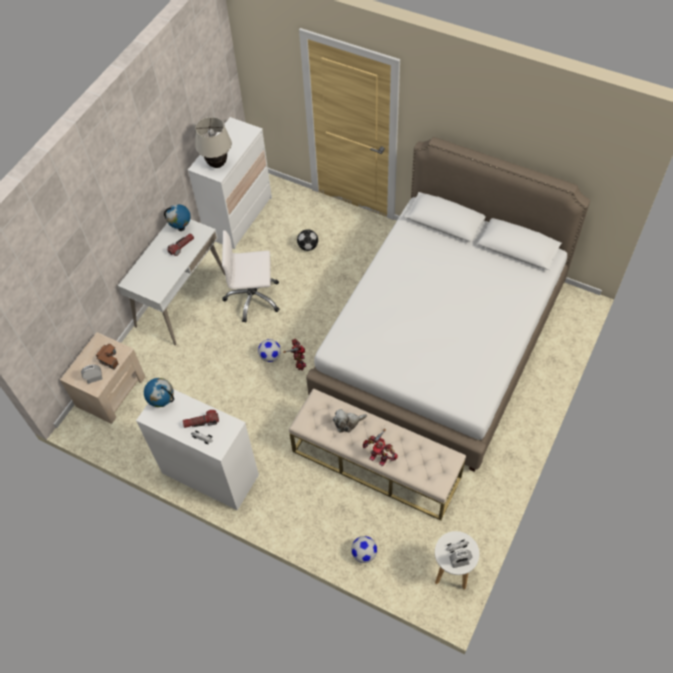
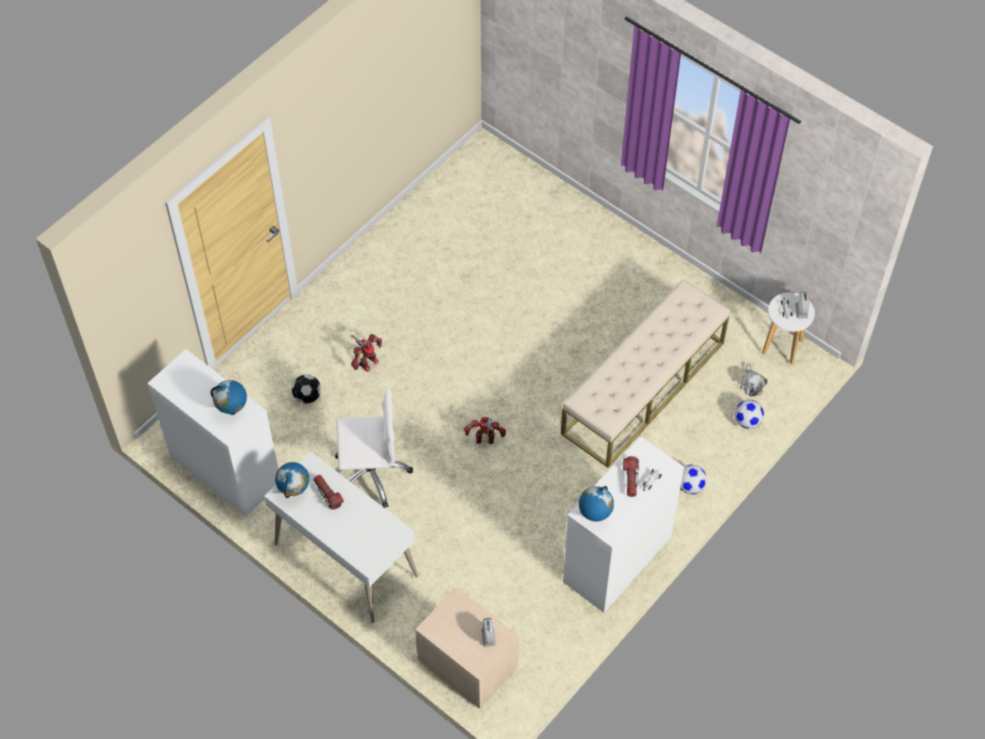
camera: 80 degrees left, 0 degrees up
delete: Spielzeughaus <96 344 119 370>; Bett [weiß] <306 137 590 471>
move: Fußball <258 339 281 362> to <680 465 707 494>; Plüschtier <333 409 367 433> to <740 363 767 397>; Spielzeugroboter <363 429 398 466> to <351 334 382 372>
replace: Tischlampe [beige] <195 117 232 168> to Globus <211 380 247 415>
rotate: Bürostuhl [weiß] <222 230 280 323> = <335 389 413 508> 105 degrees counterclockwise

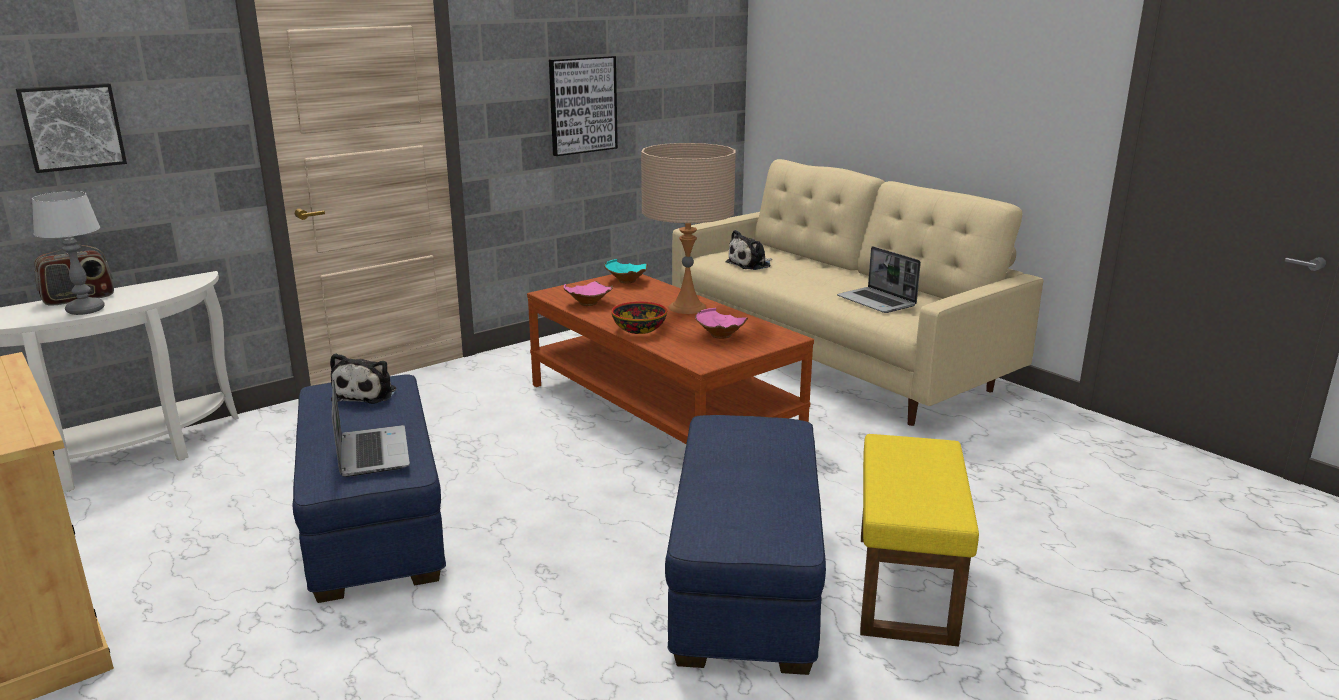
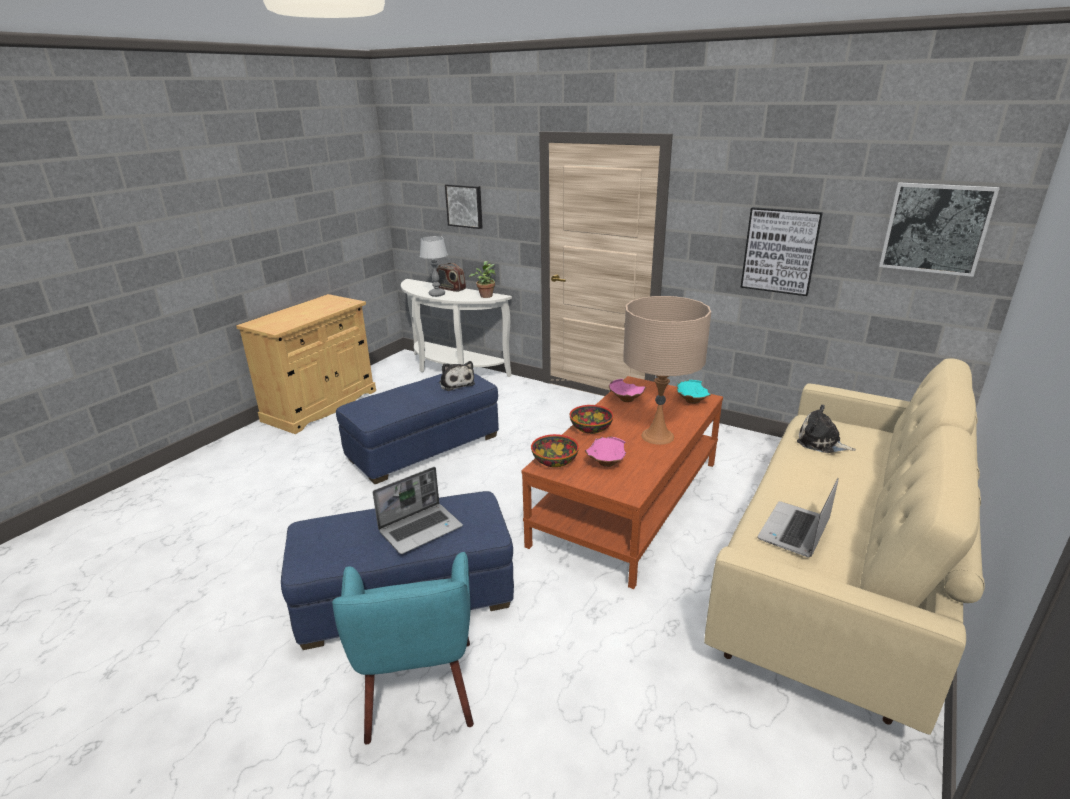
camera: 70 degrees right, 5 degrees up
insert: Topfpflanze <469 261 496 298>; Schüssel <531 434 579 467>; Bild <879 182 1000 277>
move: Laptop <332 379 410 477> to <373 467 463 554>
replace: Polsterhocker [gelb] <860 434 979 647> to Sessel [türkis] <332 552 474 745>
rotate: Plüschtier <330 353 396 404> = <439 361 475 391> 105 degrees counterclockwise

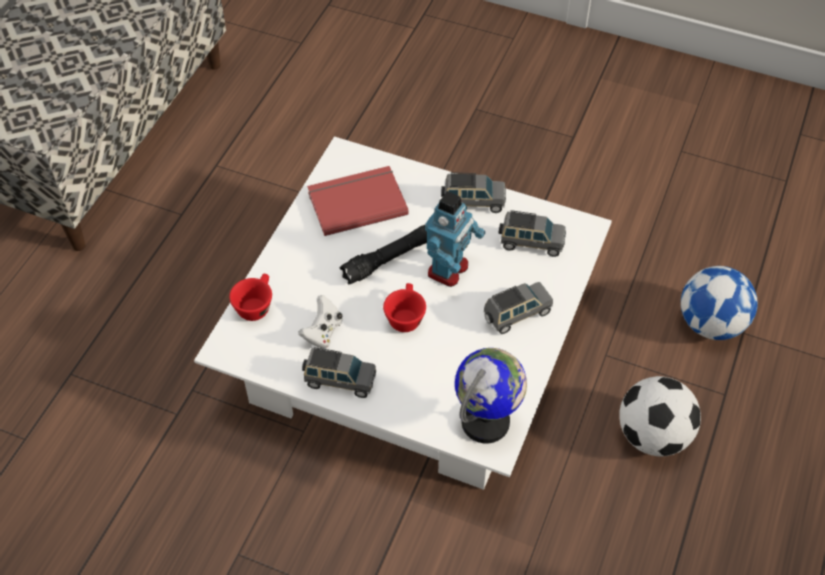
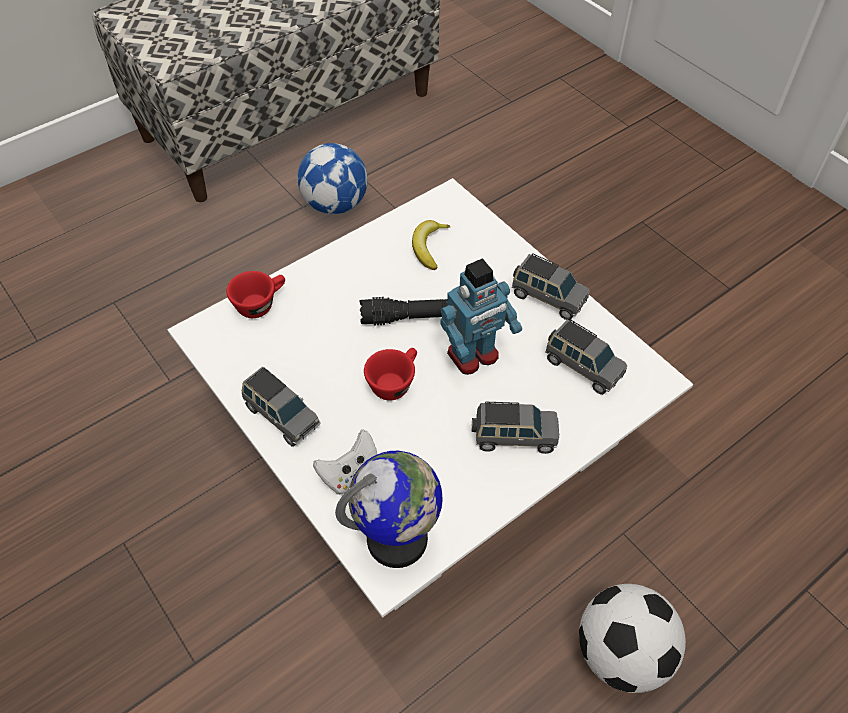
camera: 30 degrees right, 0 degrees up
move: Gamepad [weiß] <298 295 342 349> to <313 429 377 495>; Fußball <681 266 758 340> to <297 143 368 214>
replace: Buch [rot] <307 166 409 236> to Banane <412 220 450 270>

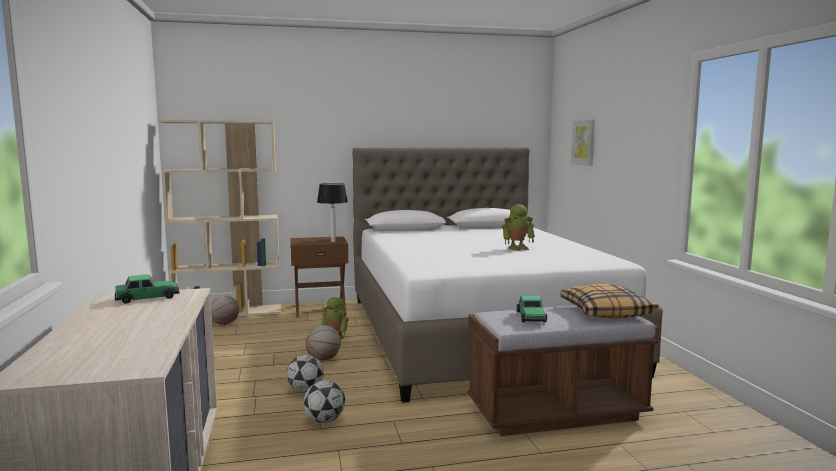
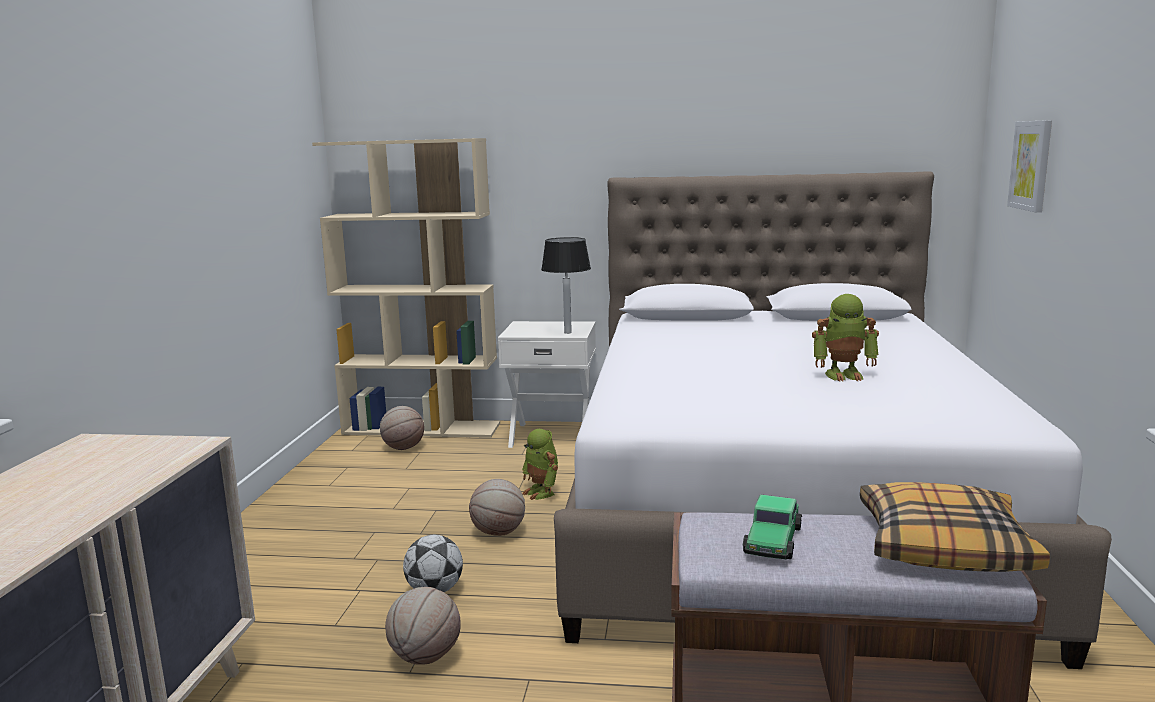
camera: 20 degrees right, 5 degrees up
delete: Spielzeugauto <115 274 179 304>
replace: Fußball <304 380 345 423> to Basketball <385 587 461 665>
recolor: Nachttisch [braun] <290 236 349 318> to Nachttisch [weiß] <498 321 596 448>

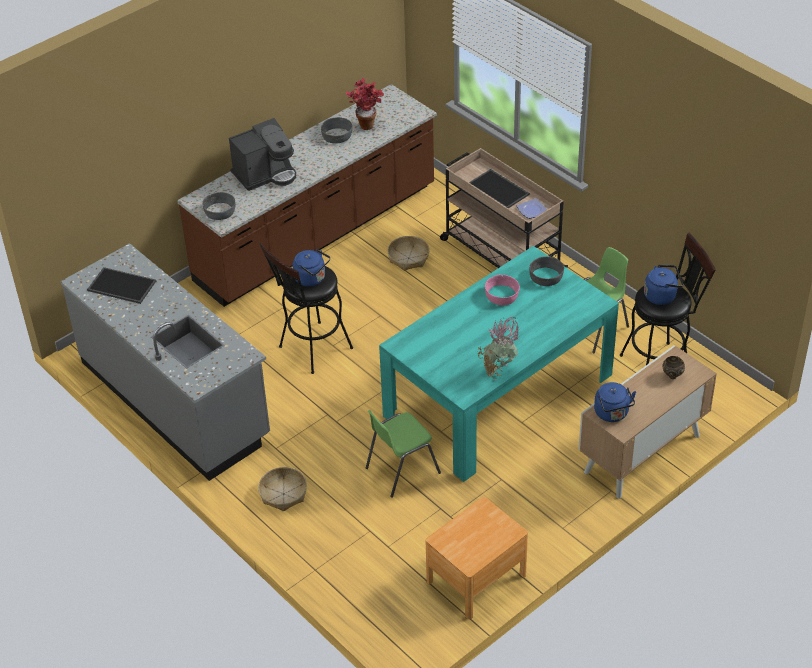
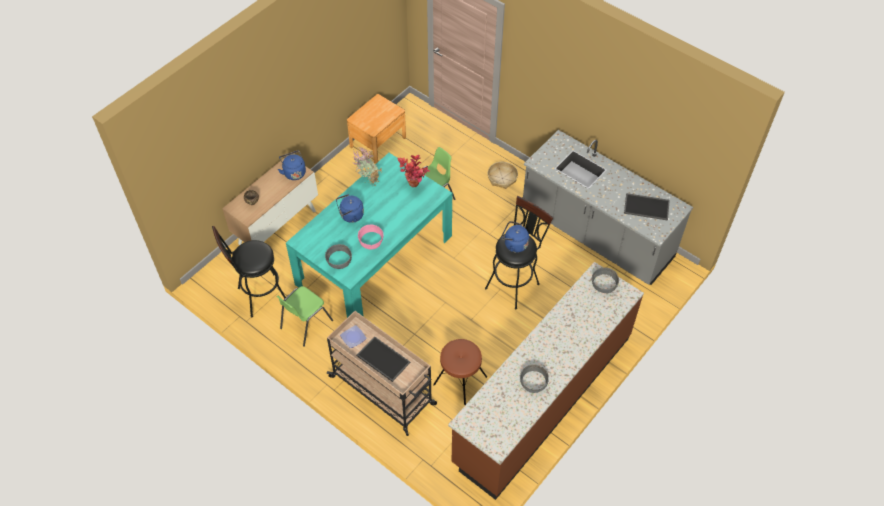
camera: 170 degrees right, 10 degrees up
delete: Kaffeemaschine <229 118 296 191>
move: Topfpflanze <346 78 384 130> to <397 155 430 187>; Wasserkessel [blau] <644 265 683 305> to <336 194 364 223>
replace: Korb <387 236 430 271> to Hocker [braun] <433 339 487 405>

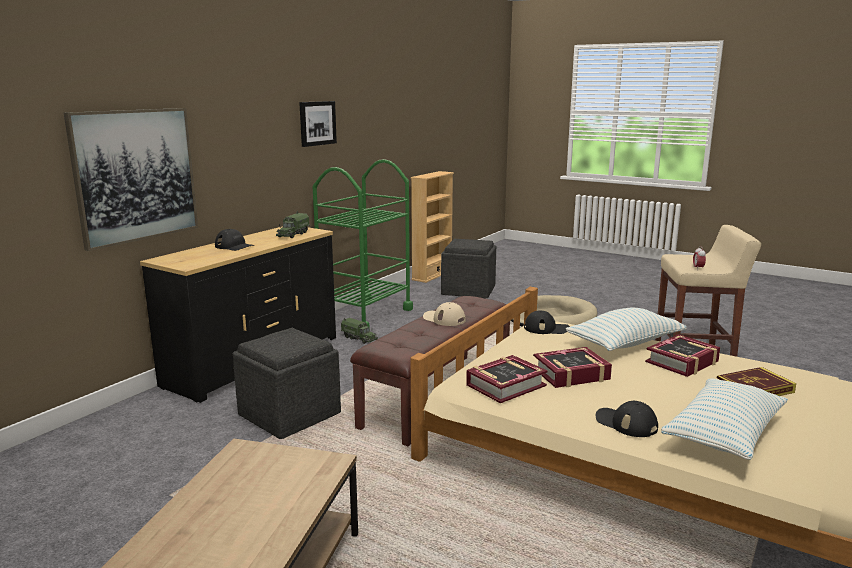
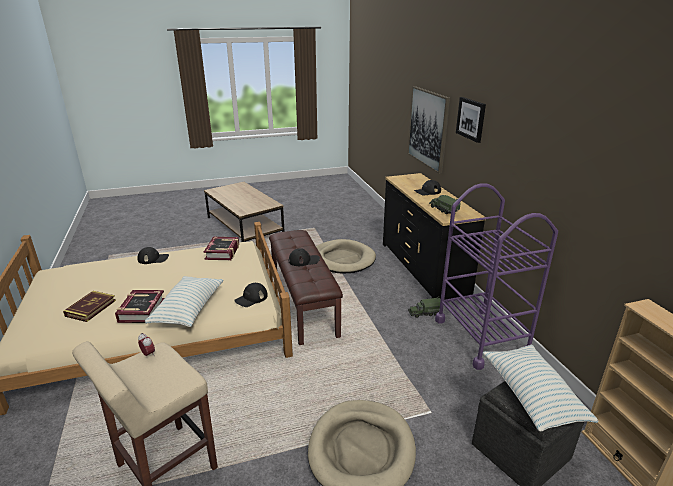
camera: 130 degrees right, 10 degrees up
delete: Buch <533 347 612 388>
move: Bild <299 101 337 147> to <456 97 486 143>; Kissen <661 379 788 460> to <482 345 598 431>
replace: Polsterhocker [grau] <233 328 341 439> to Hundebett [beige] <316 239 376 274>
recolor: Rollwagen [grün] <313 159 413 330> to Rollwagen [lila] <435 183 558 370>; Kappe [beige] <423 302 465 326> to Kappe [schwarz] <289 248 320 266>

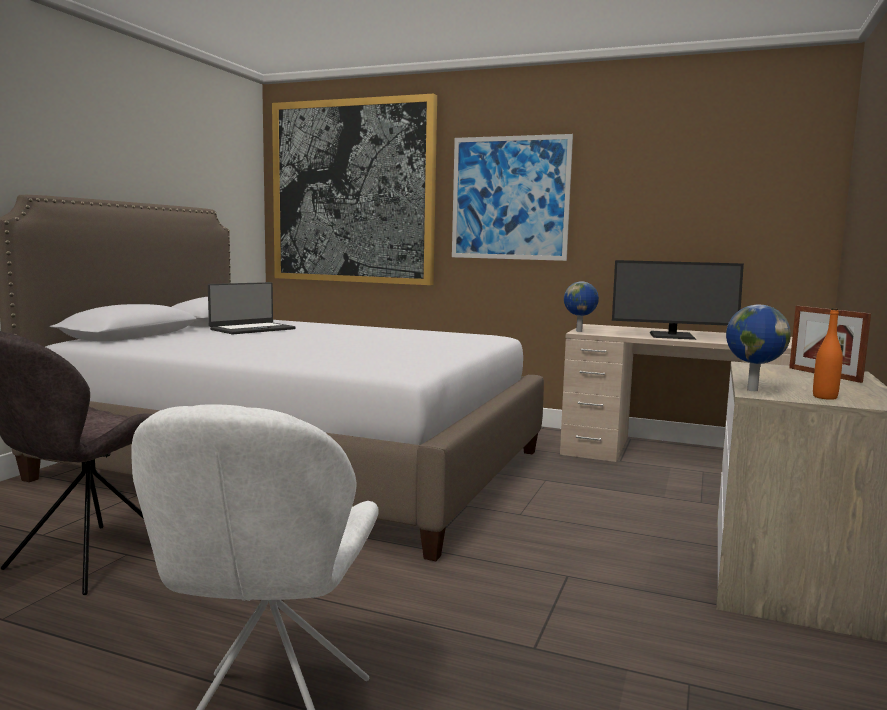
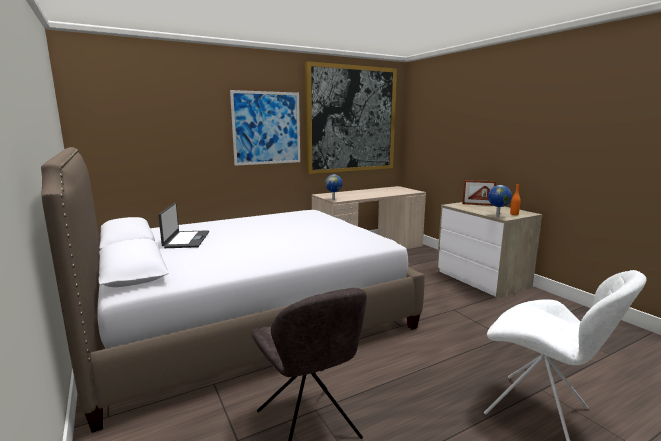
camera: 50 degrees left, 5 degrees up
delete: Monitor <612 260 744 340>
move: Bild <272 94 437 285> to <305 61 397 174>

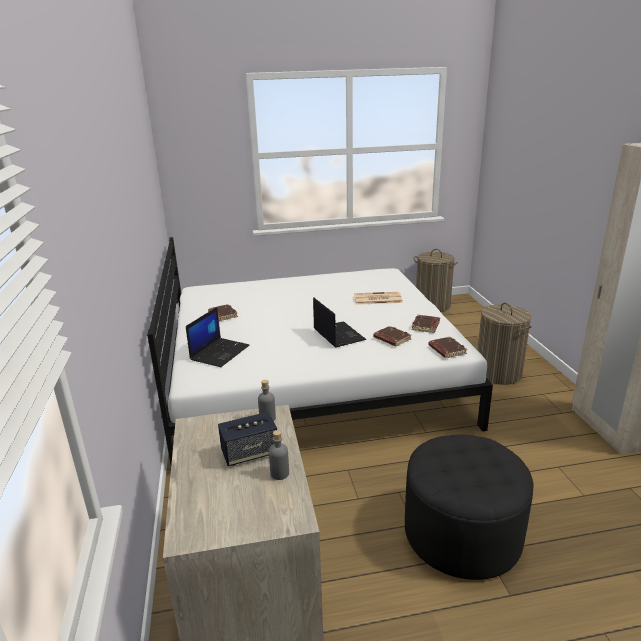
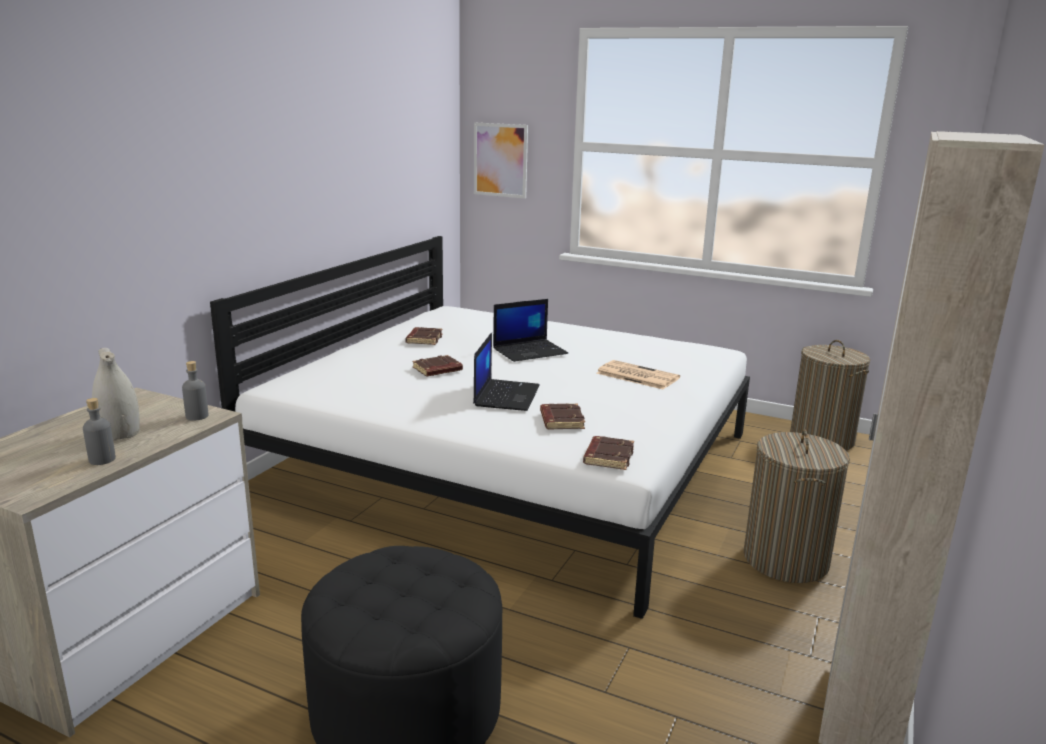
camera: 35 degrees right, 5 degrees down
insert: Bild <474 123 528 199>
move: Laptop <186 307 249 367> to <493 299 568 362>; Buch [braun] <411 315 440 333> to <412 355 463 376>
replace: Lautsprecher <218 412 277 466> to Vase [weiß] <92 348 140 441>

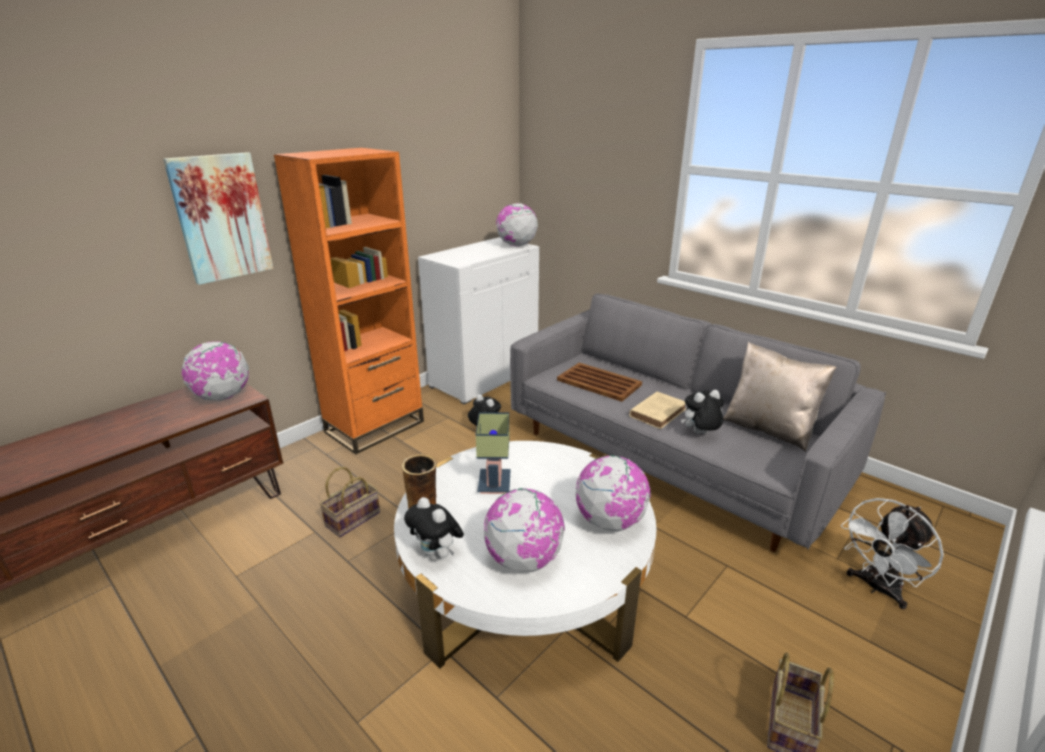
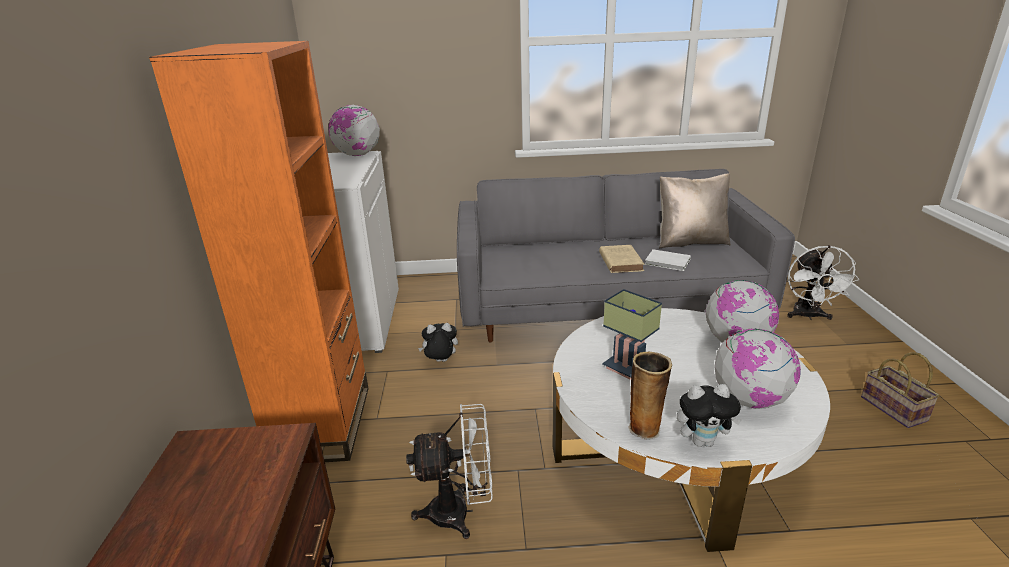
camera: 45 degrees left, 0 degrees up
delete: Bild <163 152 274 285>; Globus <182 341 249 401>; Tablett [braun] <557 363 642 402>
replace: Korb <319 467 380 537> to Ventilator [weiß] <406 404 493 539>; Plüschtier <681 390 724 434> to Buch [weiß] <645 249 691 271>

